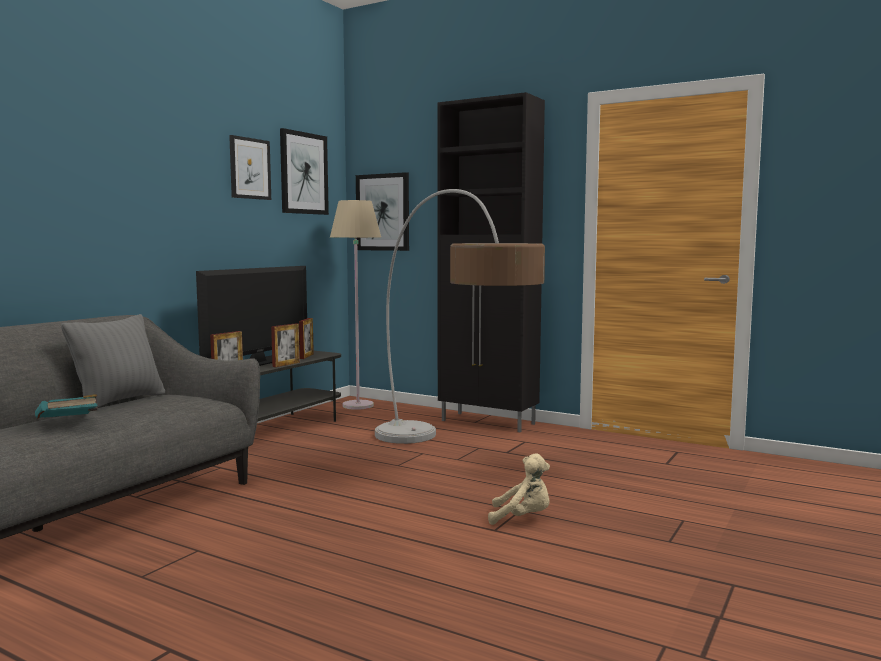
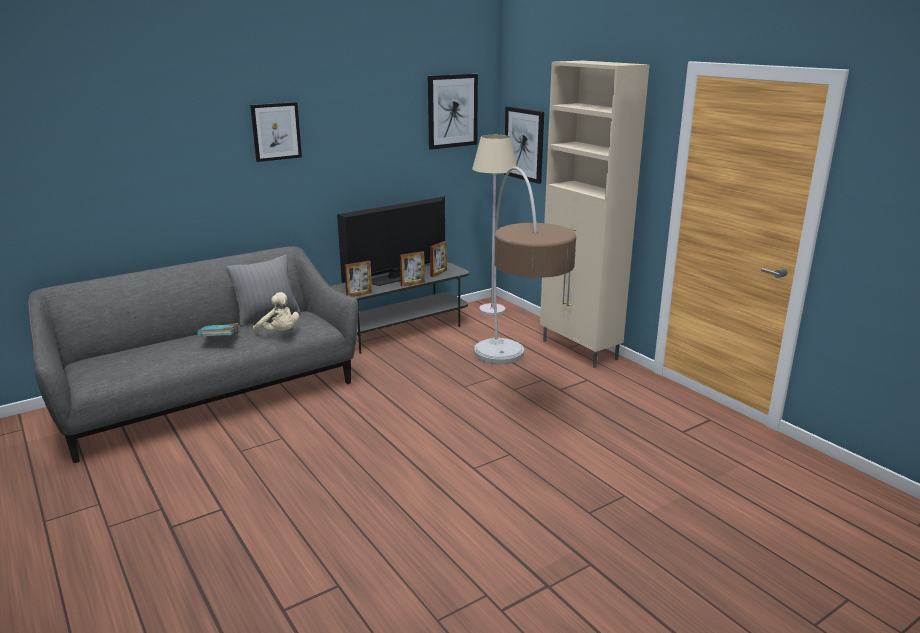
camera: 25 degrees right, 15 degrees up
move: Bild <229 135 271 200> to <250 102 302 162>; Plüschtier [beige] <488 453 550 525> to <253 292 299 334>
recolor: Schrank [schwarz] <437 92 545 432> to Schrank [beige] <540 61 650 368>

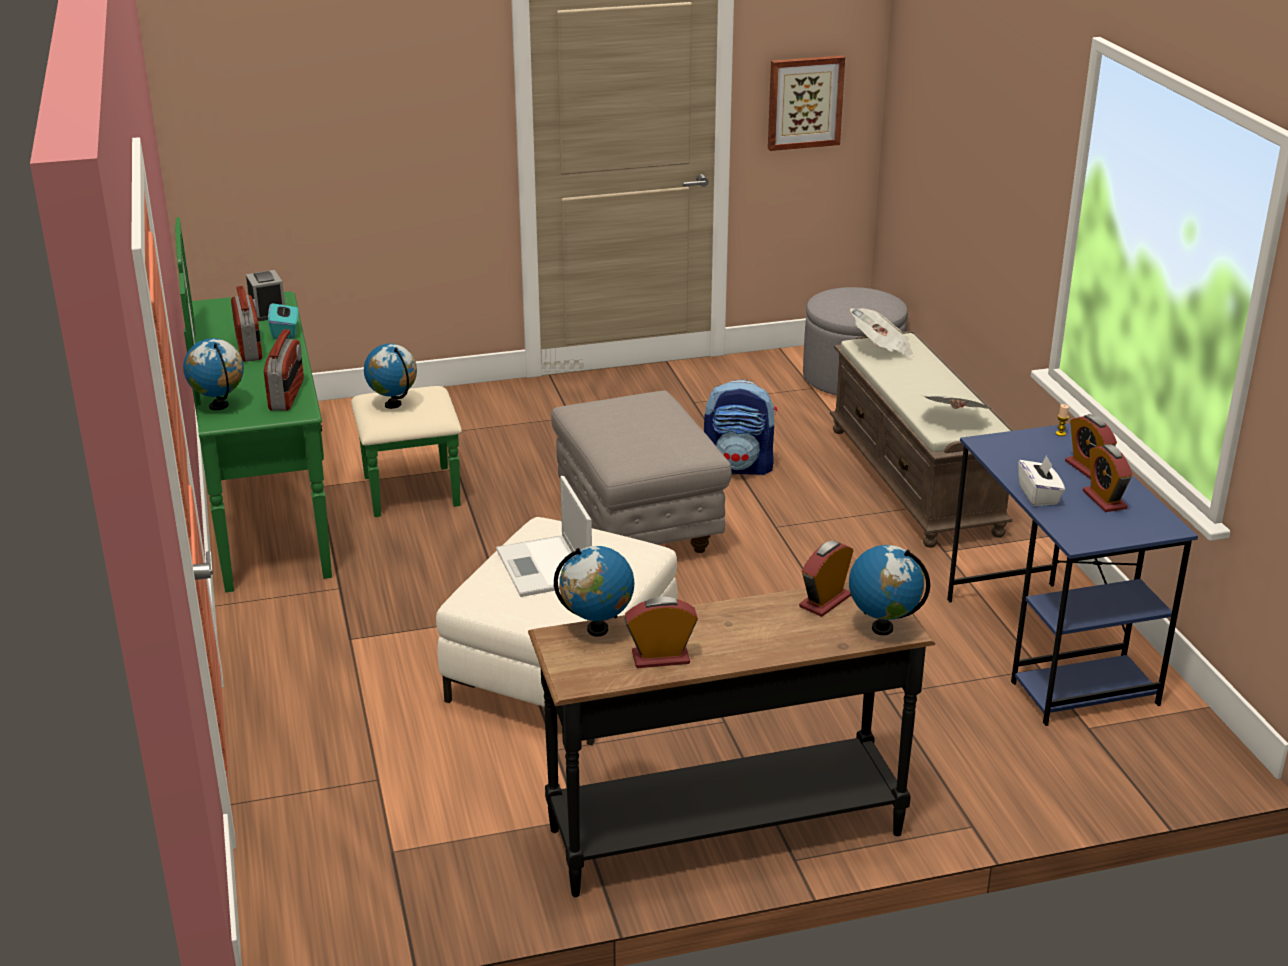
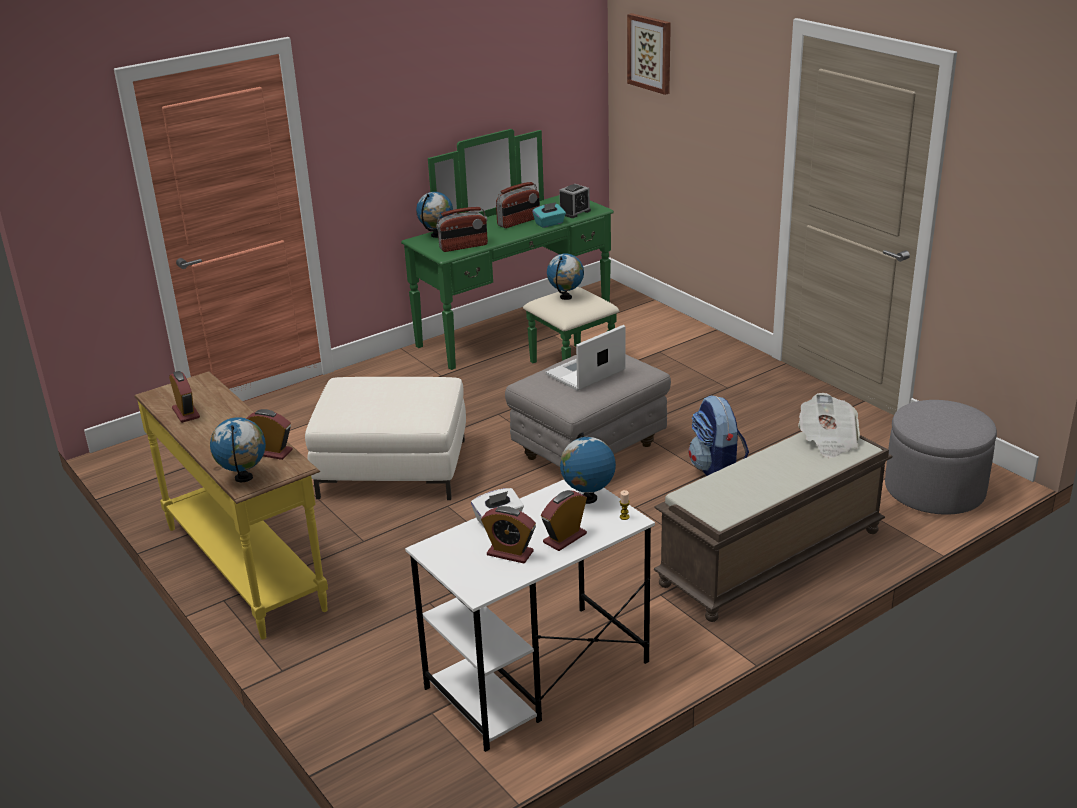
camera: 70 degrees right, 0 degrees up
delete: Zeitung <921 395 992 409>
move: Laptop <496 476 592 597> to <545 325 625 391>; Globus <554 546 634 637> to <560 432 616 504>; Bild <768 55 845 151> to <627 13 671 95>
recolor: Konsolentisch [schwarz] <528 582 935 897> to Konsolentisch [gelb] <135 372 328 640>; Schreibtisch [blau] <947 423 1198 726> to Schreibtisch [weiß] <405 480 655 752>
rotate: Wecker <1083 444 1132 512> = <481 506 536 563> 120 degrees counterclockwise

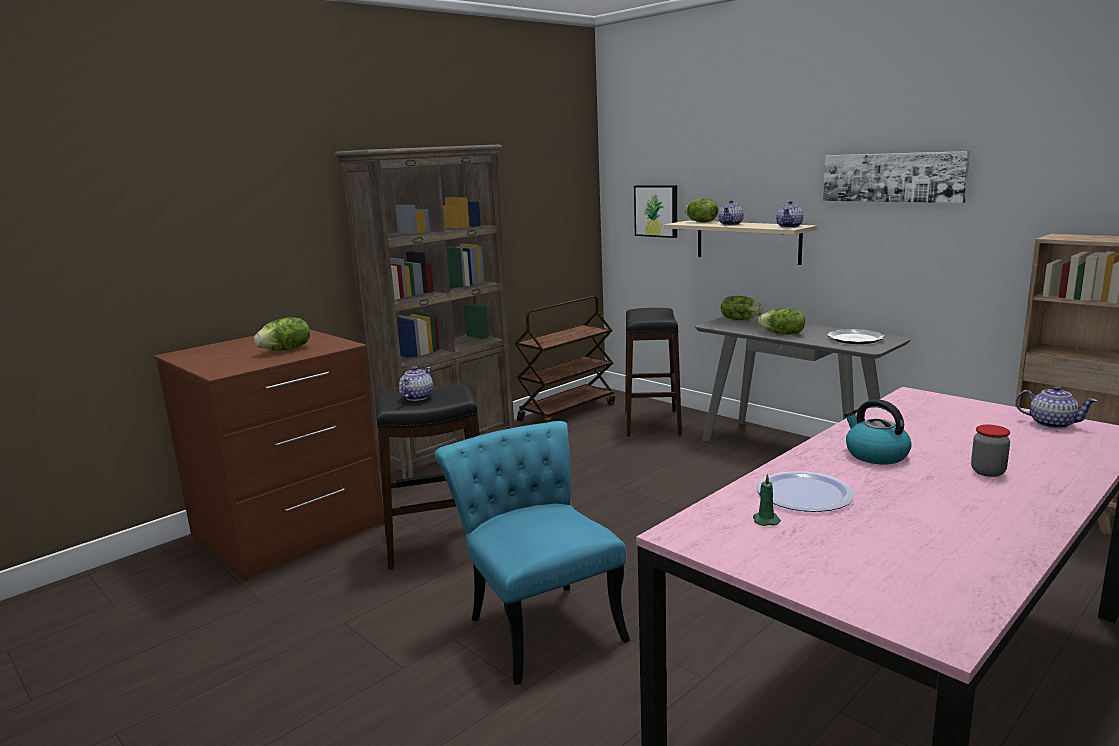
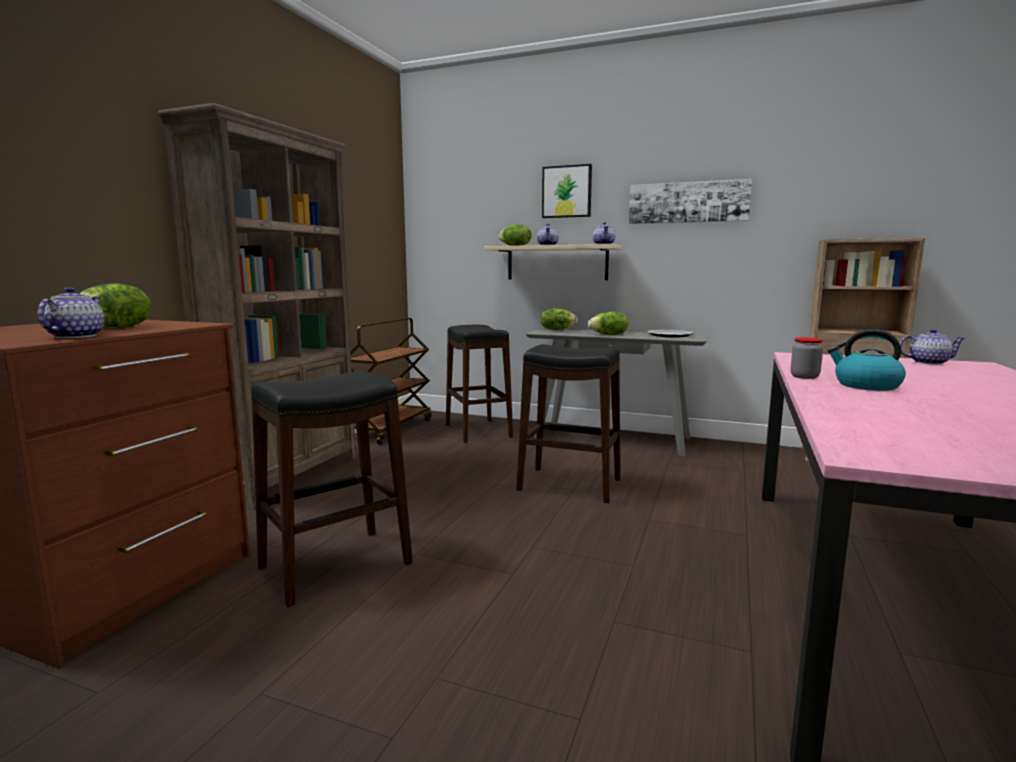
camera: 25 degrees left, 5 degrees down
delete: Stuhl [türkis] <435 421 630 685>; Kerze [grün] <753 474 781 526>; Teller <757 471 855 512>
insert: Hocker [schwarz] <516 344 621 503>
move: Teekanne <399 366 433 401> to <38 287 104 338>; Bild <634 185 677 238> to <542 164 592 218>; Vorratsglas <971 425 1010 477> to <791 337 823 379>

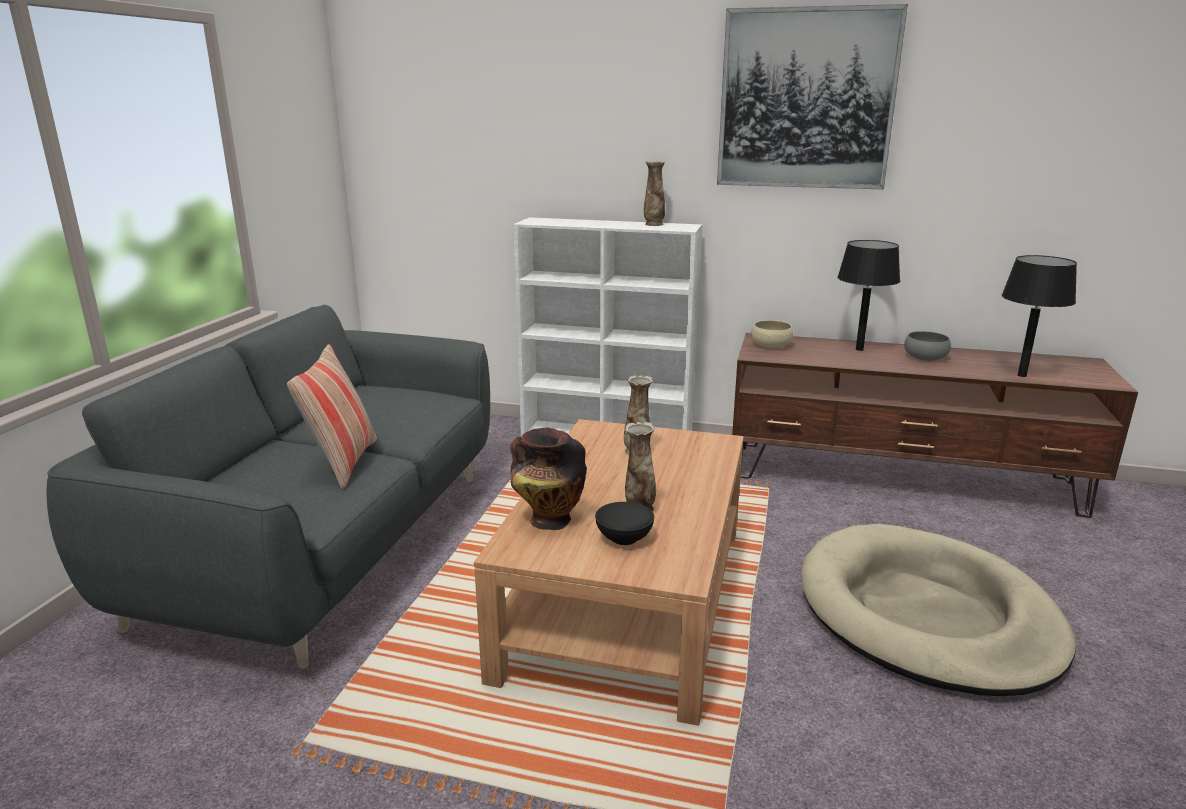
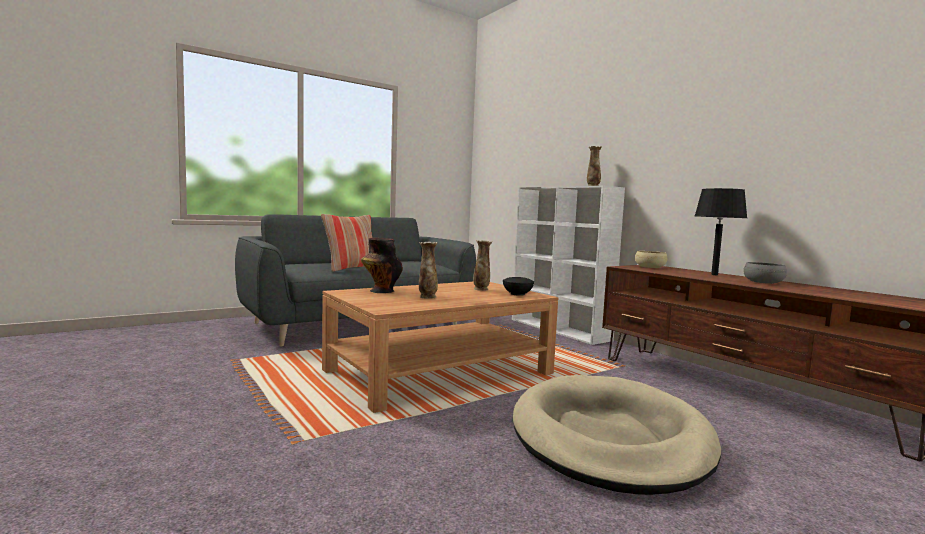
camera: 40 degrees right, 15 degrees down
delete: Bild <717 4 908 189>; Tischlampe [schwarz] <1002 255 1077 377>
move: Schüssel [schwarz] <595 502 654 545> to <503 277 534 296>

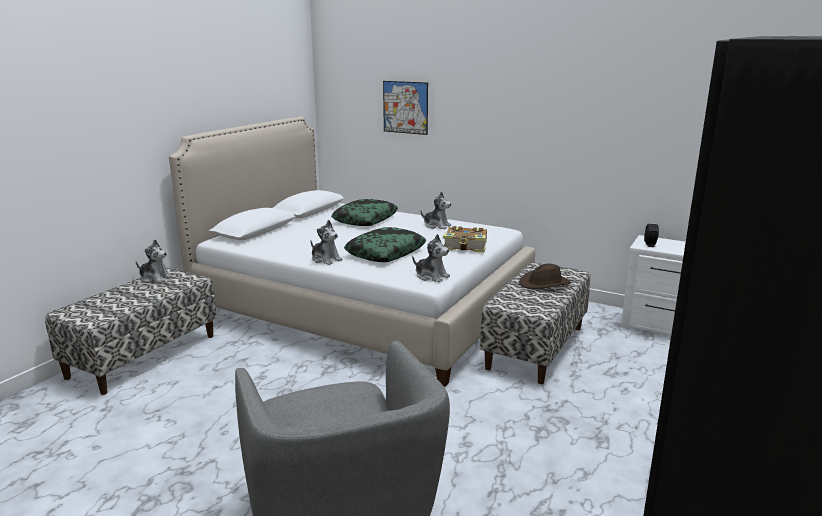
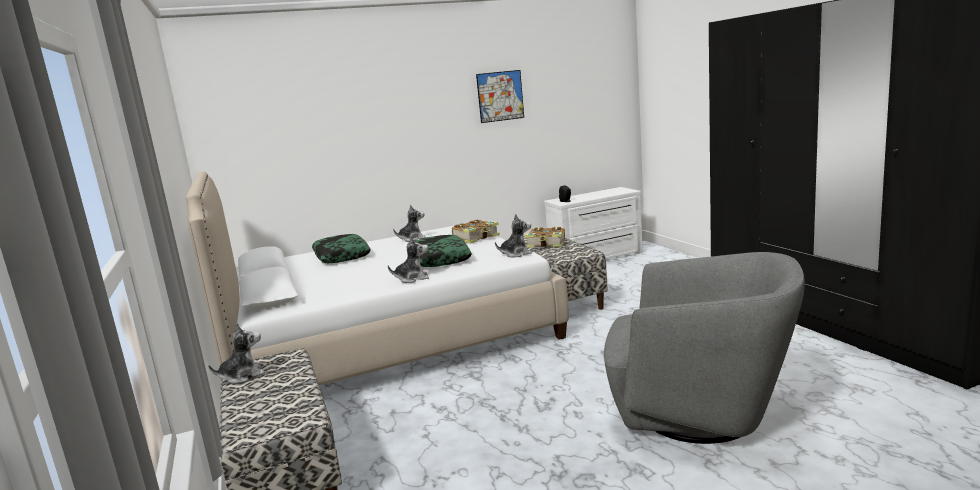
camera: 50 degrees left, 5 degrees down
move: Bild <383 81 428 135> to <476 70 524 123>
replace: Hut [braun] <519 264 571 289> to Buch <525 227 565 248>

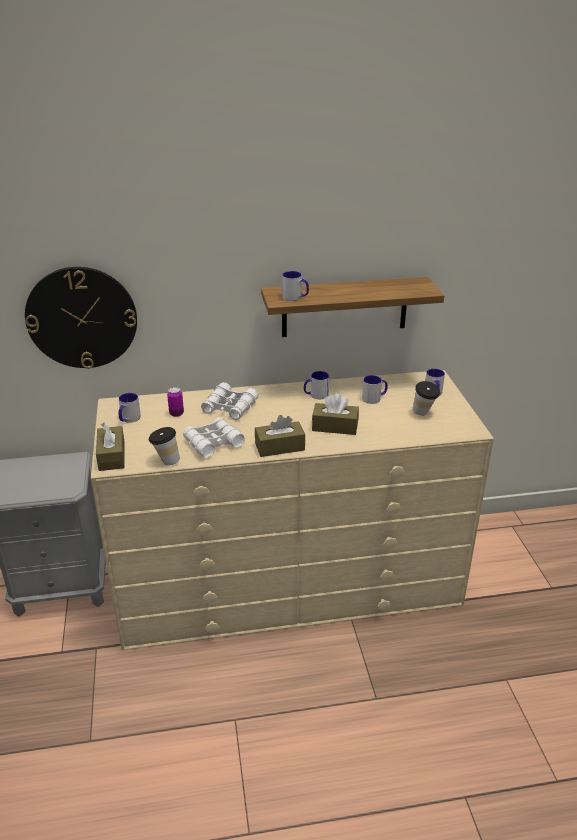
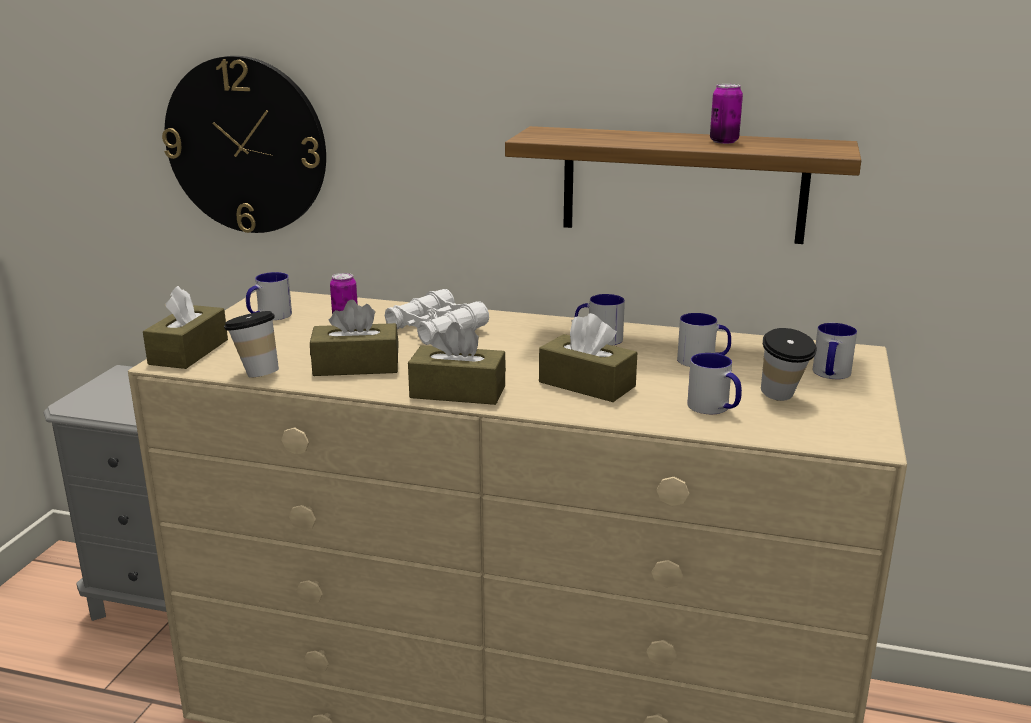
camera: 25 degrees right, 10 degrees down
insert: Dose <710 84 743 144>
move: Henkelbecher <282 271 309 301> to <687 353 742 414>
replace: Fernglas [weiß] <183 417 245 457> to Taschentuchbox [braun] <310 300 399 376>

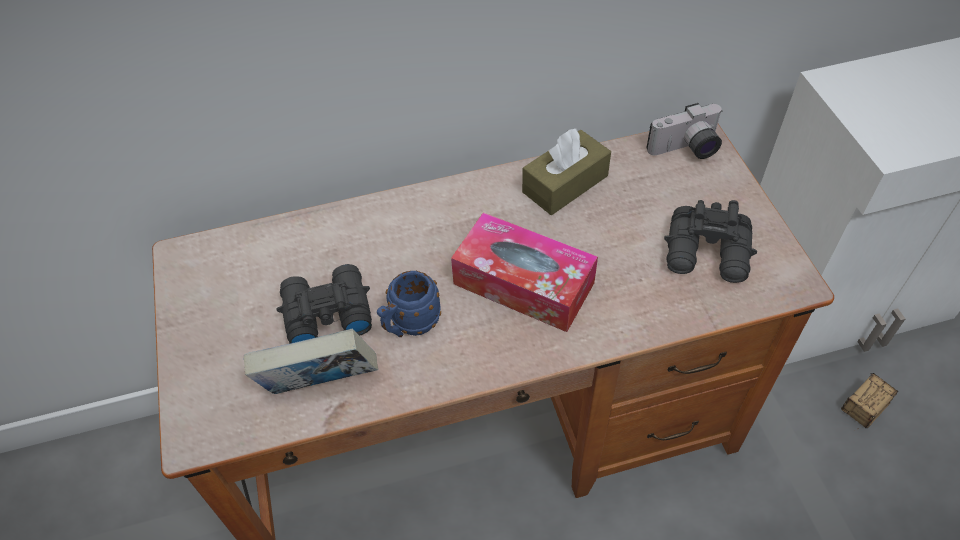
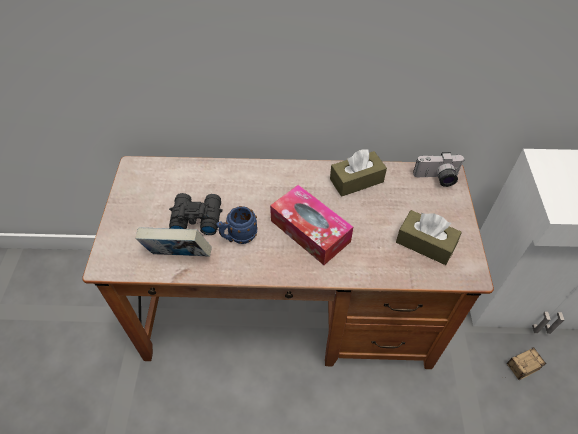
camera: 15 degrees right, 0 degrees up
replace: Fernglas [schwarz] <664 200 757 283> to Taschentuchbox [braun] <396 210 462 265>

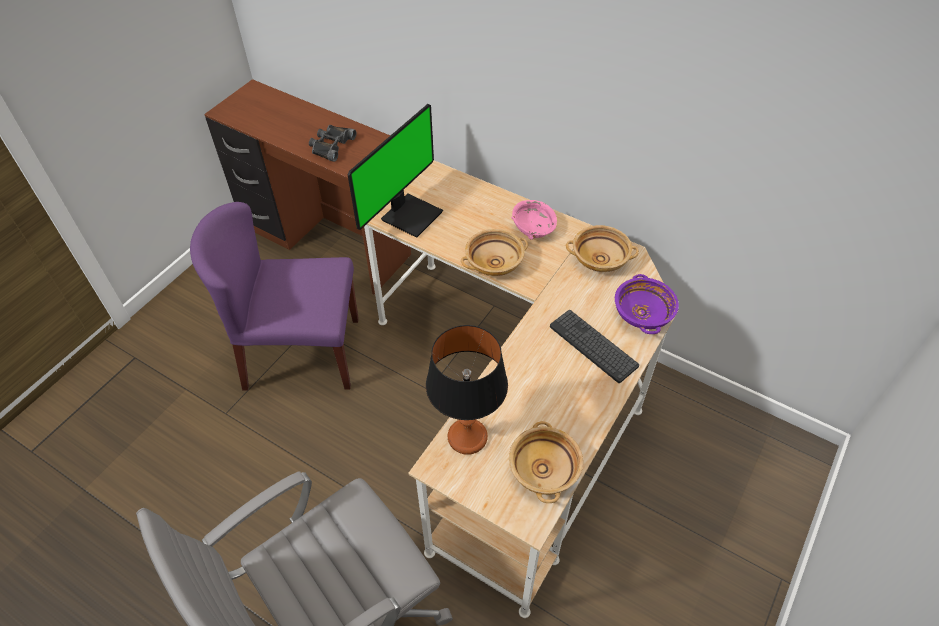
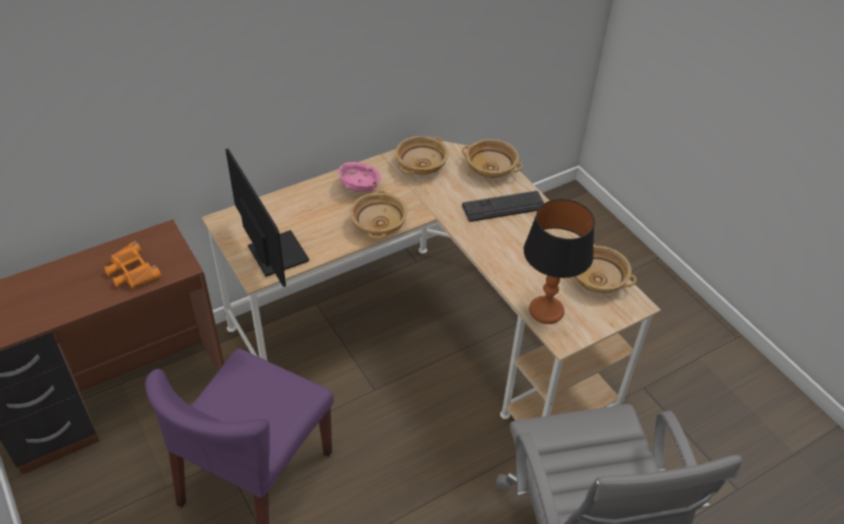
camera: 65 degrees left, 5 degrees down
recolor: Fernglas [schwarz] <309 125 356 162> to Fernglas [orange] <104 241 161 289>; Schüssel [lila] <615 274 679 334> to Schüssel [beige] <462 139 523 178>

